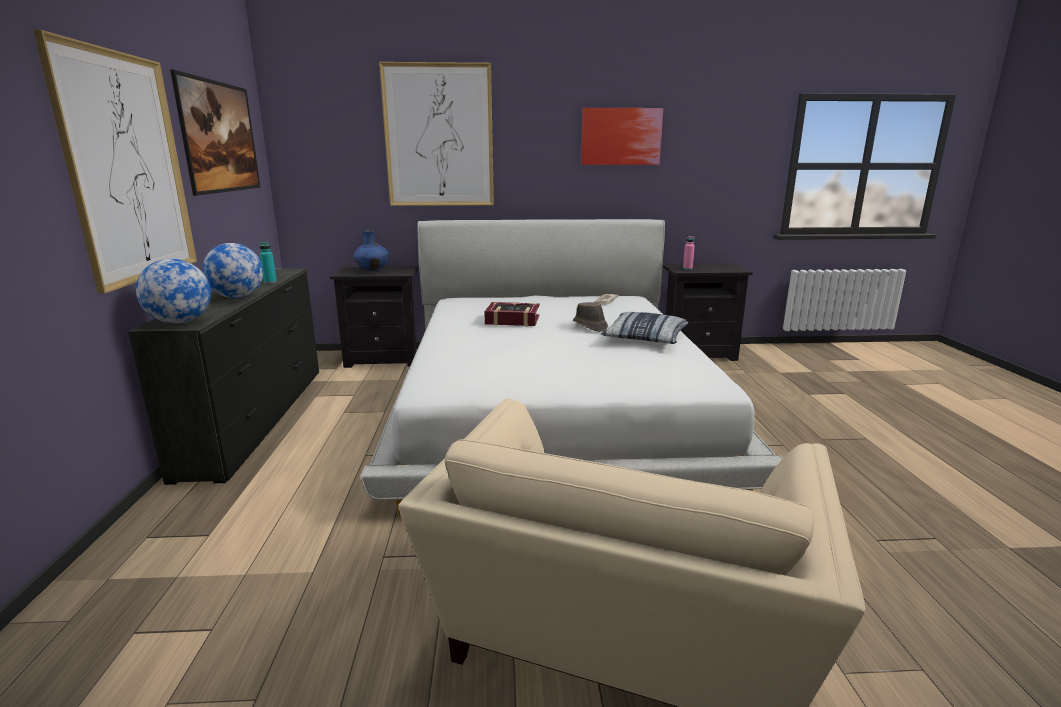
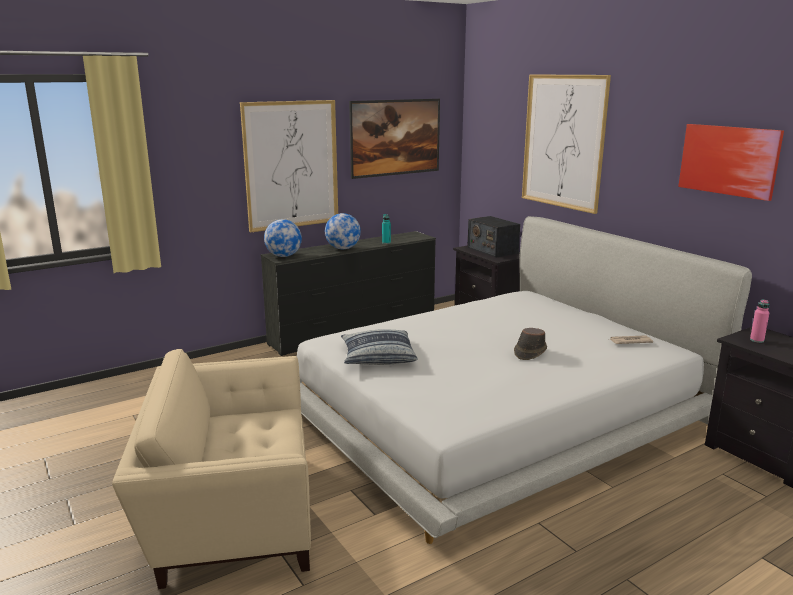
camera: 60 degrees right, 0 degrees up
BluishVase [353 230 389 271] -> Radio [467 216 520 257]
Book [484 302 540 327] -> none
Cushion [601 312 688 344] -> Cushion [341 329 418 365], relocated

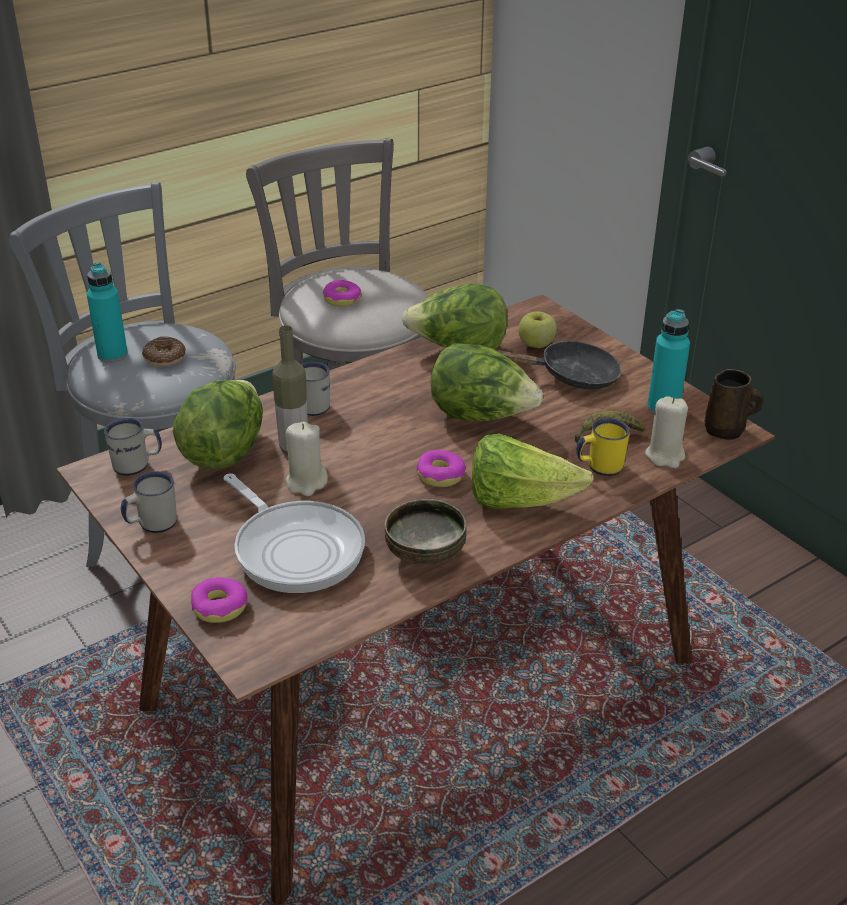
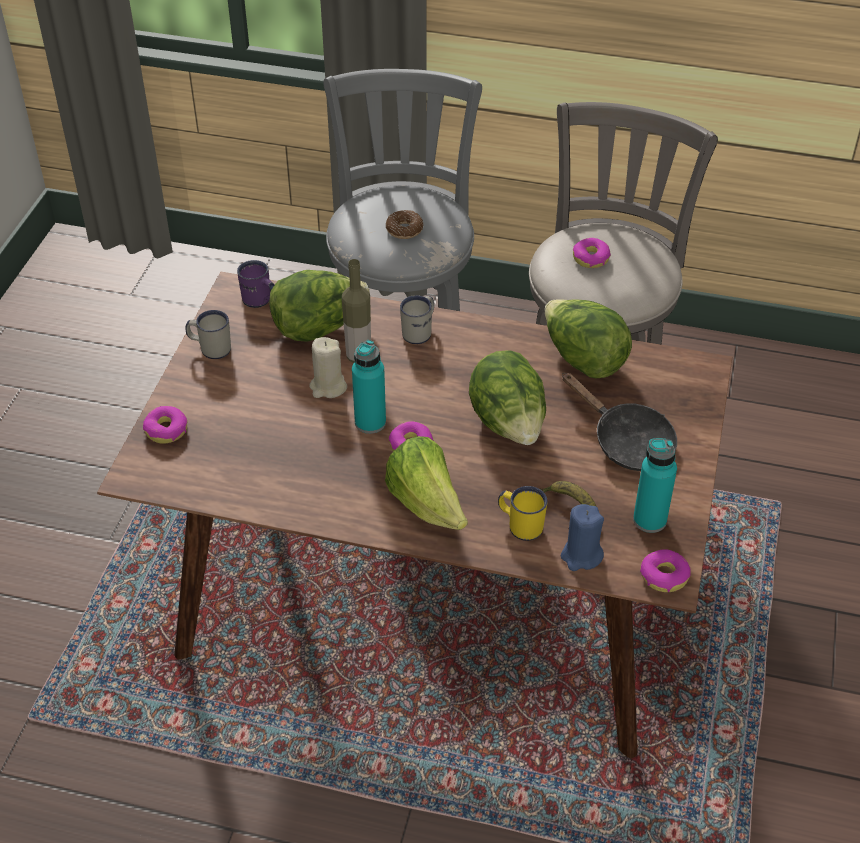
camera: 50 degrees right, 10 degrees up
TurquoiseColouredBeverageBottle [87 262 128 363] -> TurquoiseColouredBeverageBottle [352 340 386 434], relocated
WhiteMug [104 418 162 476] -> PurplishMug [237 260 275 308]
FryingPan [223 473 365 593] -> none
DeepDish [385 499 466 565] -> none
WholeApple [518 311 557 348] -> none
BeigeColouredWaxLight [645 396 688 468] -> BluishWaxLight [561 504 604 571]
BrownColouredMug [705 369 763 440] -> Doughnut [640 549 691 592]

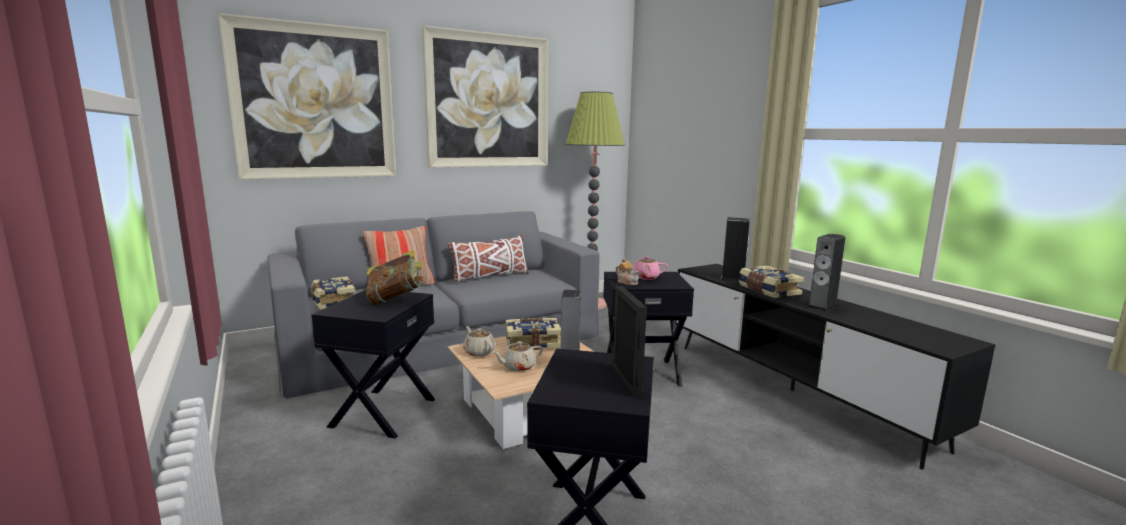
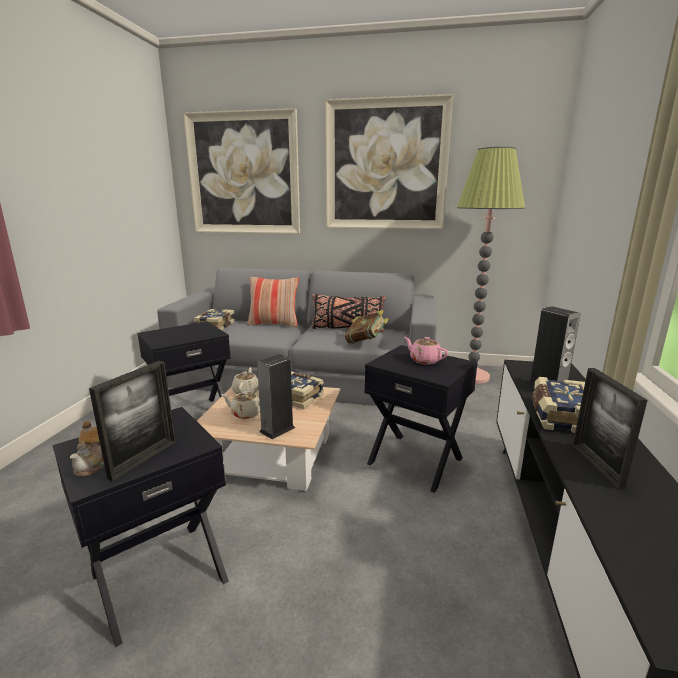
camera: 40 degrees right, 5 degrees up
Book [366 250 423 305] -> Book [345 310 389 344], relocated
WhiteCushion [447 235 529 282] -> BlackColouredCushion [311 294 386 332]
TeaPot [615 258 639 286] -> TeaPot [70 421 104 477], relocated
AudioSpeaker [807 234 845 312] -> PhotoFrame [573 368 648 489]

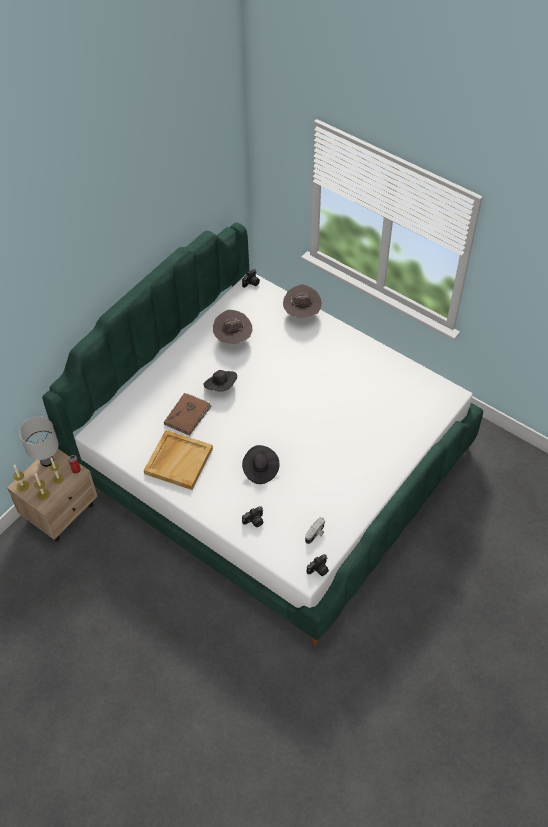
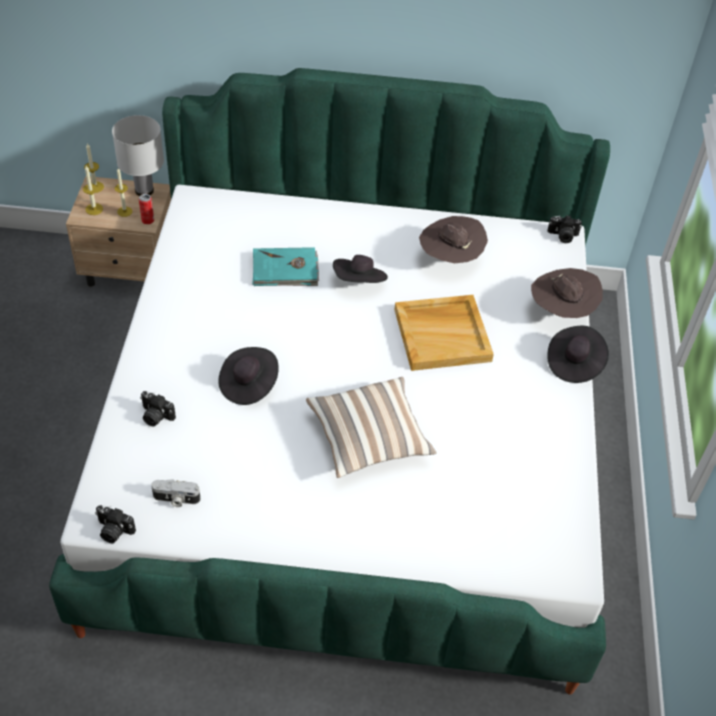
camera: 55 degrees right, 5 degrees down
BeigeColouredServingTray [144 430 213 490] -> BeigeColouredServingTray [395 295 494 371], relocated
BrownColouredBook [164 393 212 436] -> TurquoiseColouredBook [252 247 319 286]
none -> Cushion [306 377 437 478]
none -> BlackColouredHat [547 326 609 383]

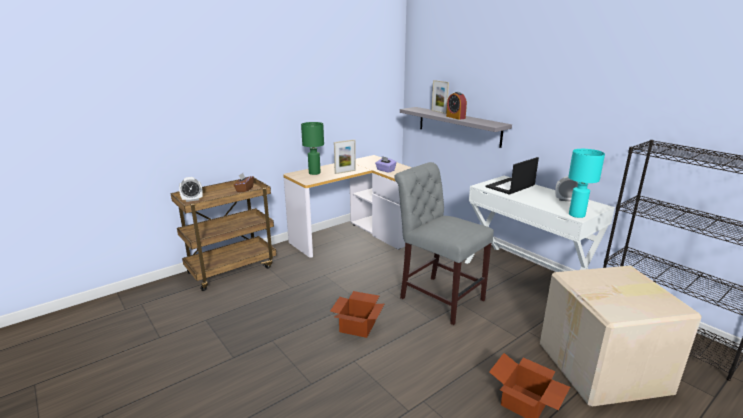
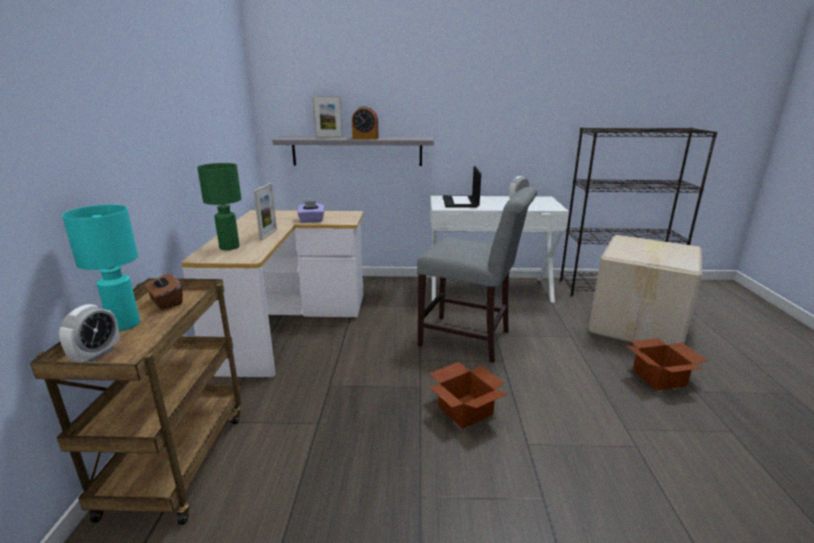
camera: 50 degrees left, 0 degrees up
GrayPlainChair [395 162 494 325] -> GrayPlainChair [417 187 537 363], 150 degrees counterclockwise
TurquoiseColouredLampForATable [568 149 605 218] -> TurquoiseColouredLampForATable [62 205 140 331], relocated

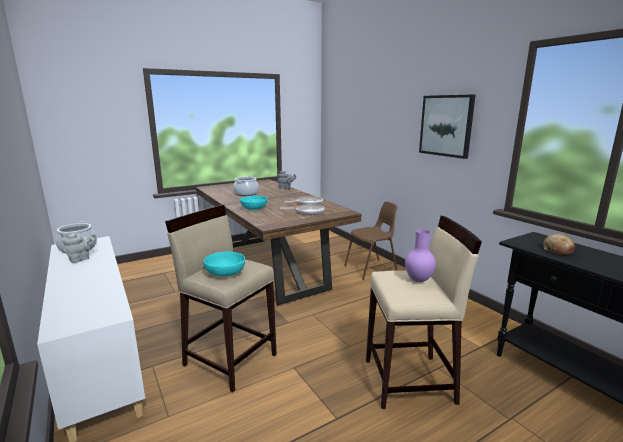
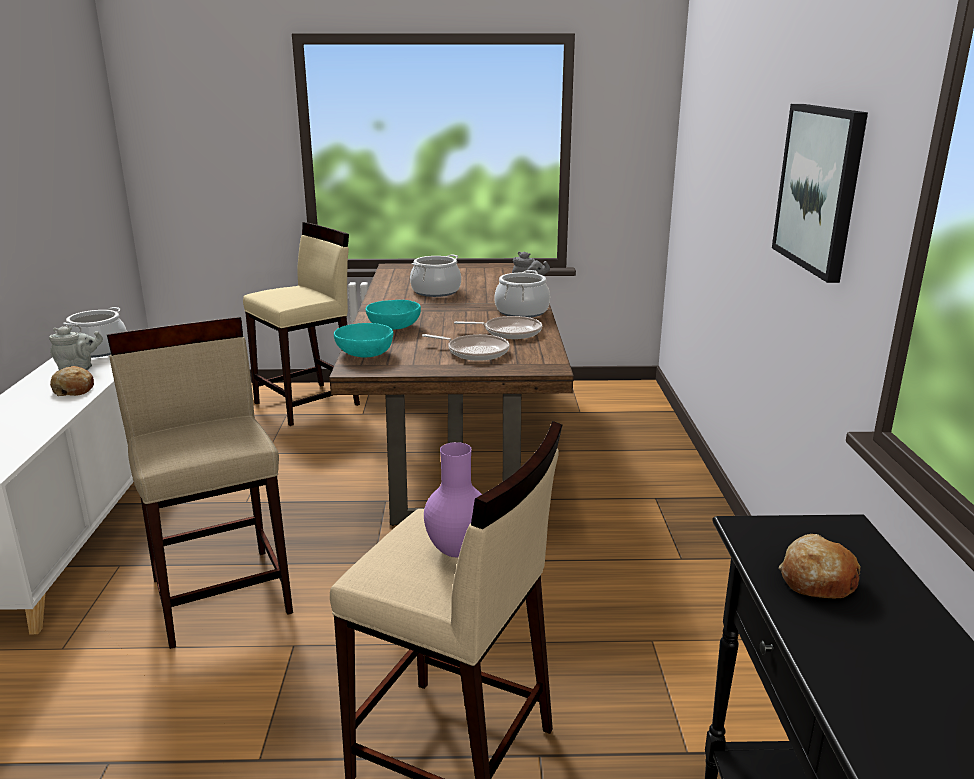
camera: 30 degrees right, 5 degrees up
TurquoiseColouredDeepDish [203 251 245 277] -> TurquoiseColouredDeepDish [334 323 393 358], relocated
BrownColouredPlainChair [344 201 398 280] -> none
none -> Bread [50 366 94 396]
none -> BeigeColouredStoolSeat [243 222 360 426]
none -> Stockpot [494 270 550 318]

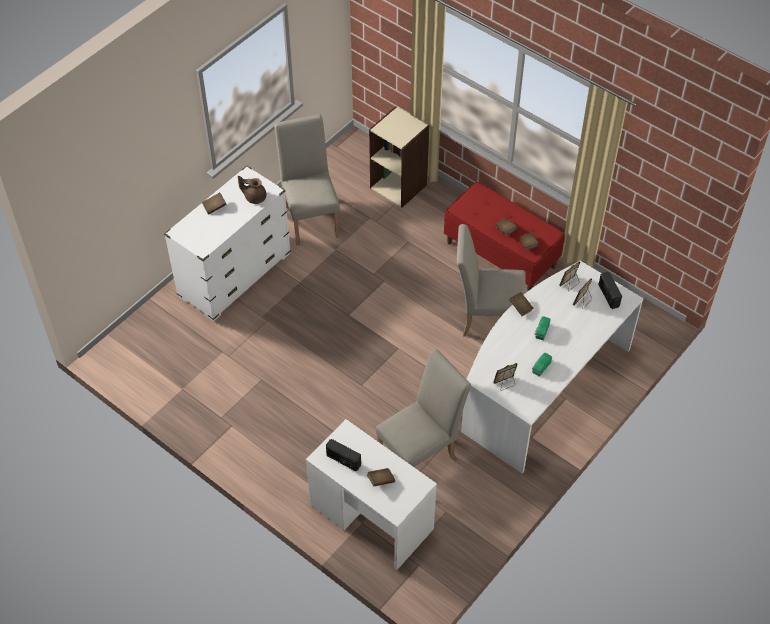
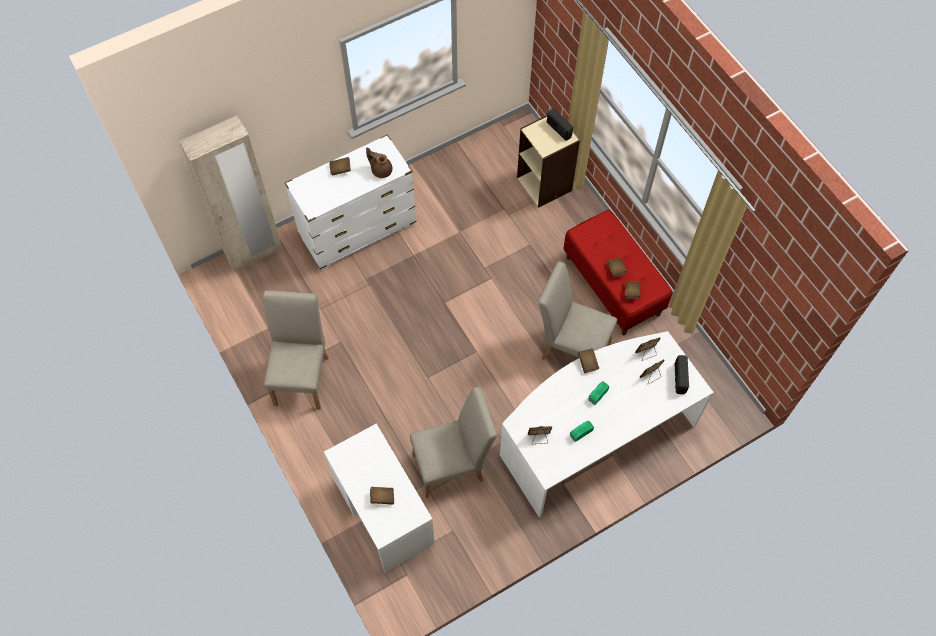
camera: 20 degrees right, 10 degrees up
BeigeColouredPlainChair [274 114 340 246] -> BeigeColouredPlainChair [263 290 328 409], relocated
Radio [326 439 361 471] -> Radio [547 109 573 141], relocated
none -> BeigeColouredWardrobe [179 115 283 272]

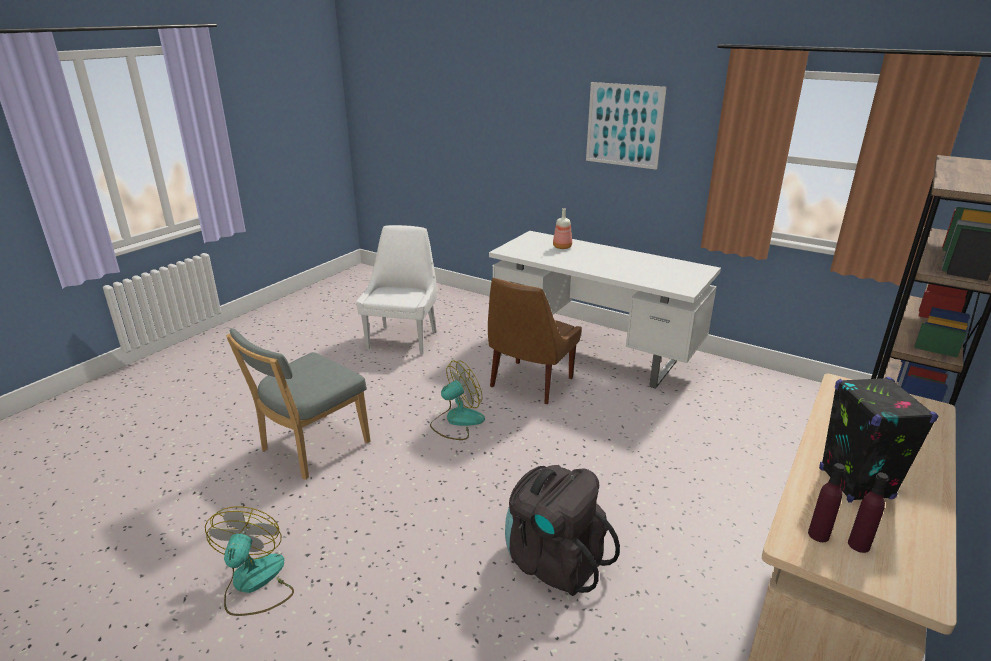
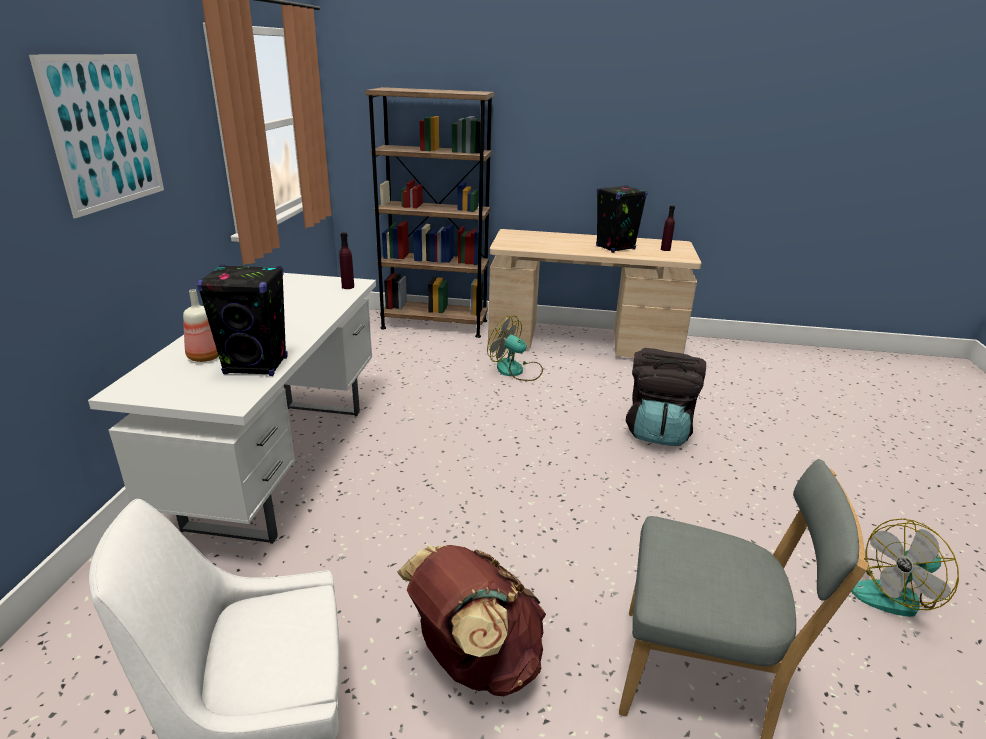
camera: 115 degrees left, 0 degrees up
ElectricFan [430 360 485 440] -> ElectricFan [487 316 543 381], relocated
BrownColouredPlainChair [488 278 582 404] -> none
PurplishBeverageBottle [808 463 845 542] -> PurplishBeverageBottle [339 232 354 289], relocated
none -> BlackColouredAudioSpeaker [197 265 288 376]
none -> BrownColouredKnapsack [397 545 546 696]

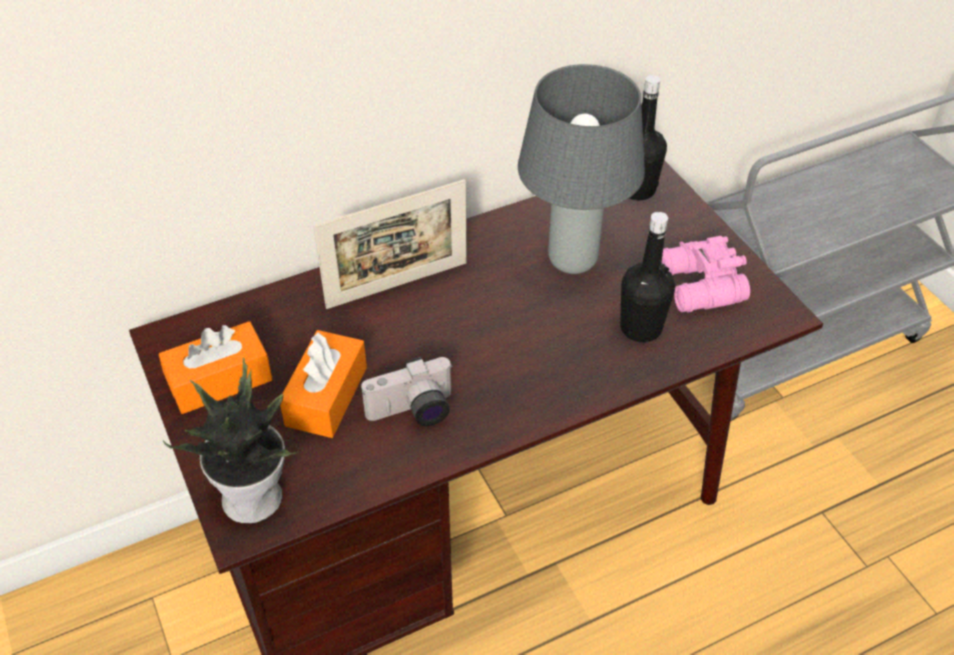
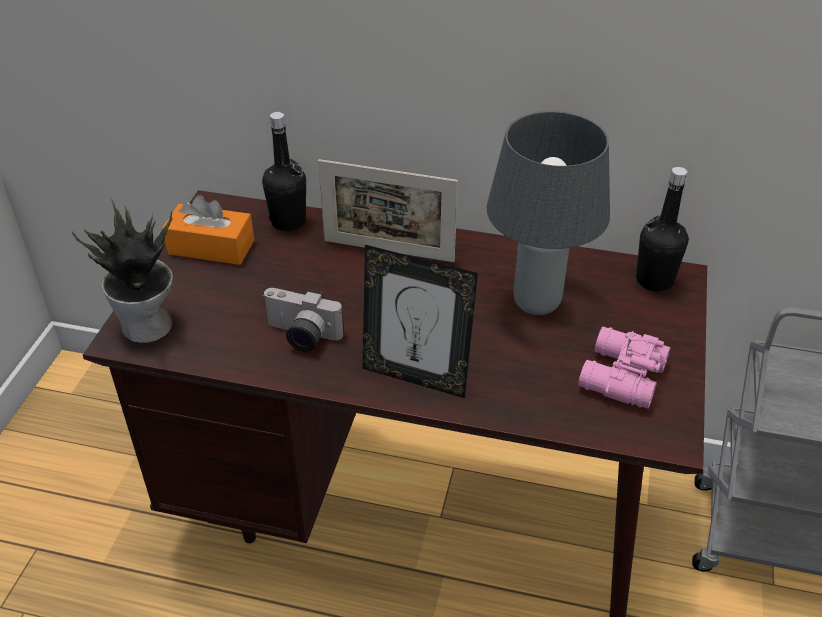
camera: 40 degrees right, 5 degrees down
OrangeBoxOfTissues [280 330 367 438] -> none
BlackColouredBeverageBottle [620 212 675 342] -> BlackColouredBeverageBottle [262 112 306 231], relocated
none -> PhotoFrame [362 245 478 398]

